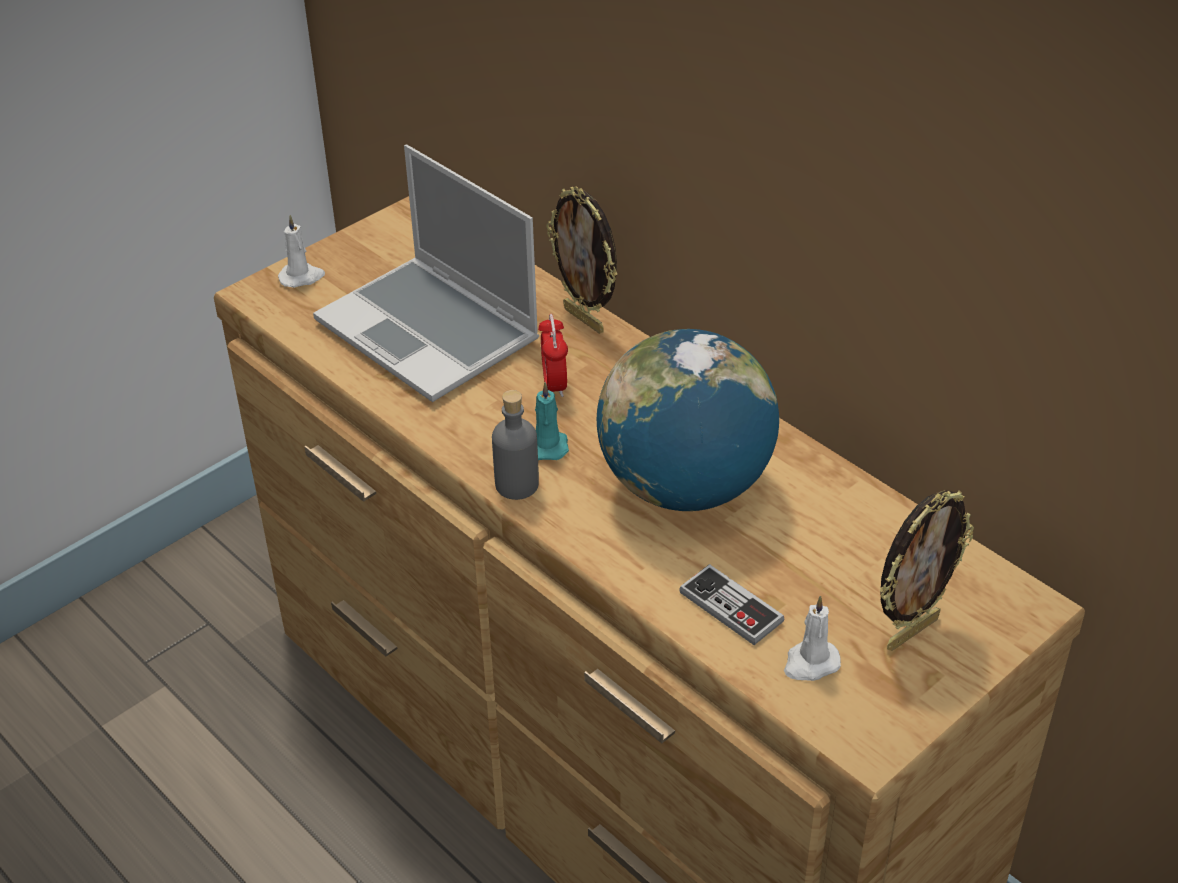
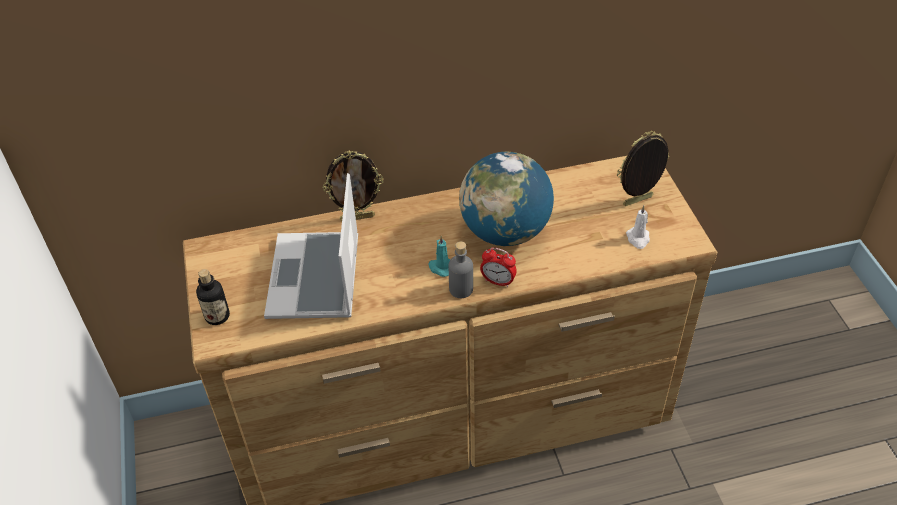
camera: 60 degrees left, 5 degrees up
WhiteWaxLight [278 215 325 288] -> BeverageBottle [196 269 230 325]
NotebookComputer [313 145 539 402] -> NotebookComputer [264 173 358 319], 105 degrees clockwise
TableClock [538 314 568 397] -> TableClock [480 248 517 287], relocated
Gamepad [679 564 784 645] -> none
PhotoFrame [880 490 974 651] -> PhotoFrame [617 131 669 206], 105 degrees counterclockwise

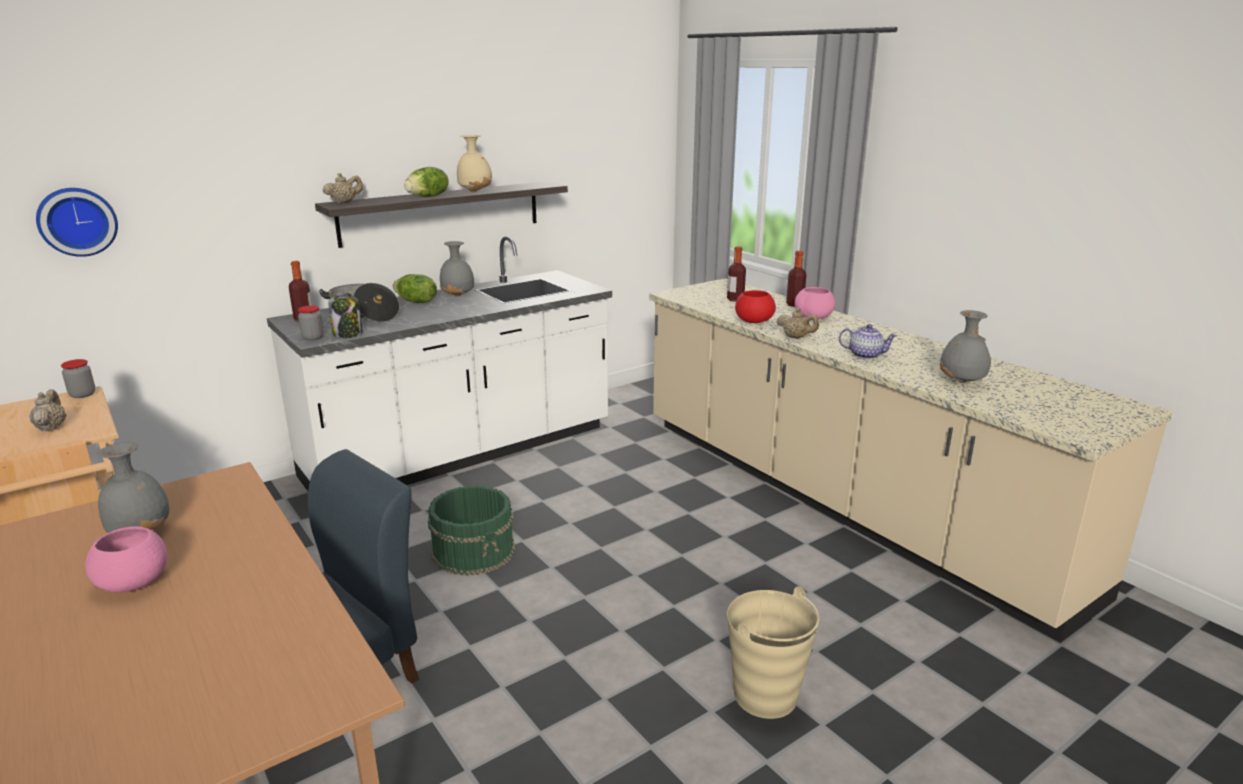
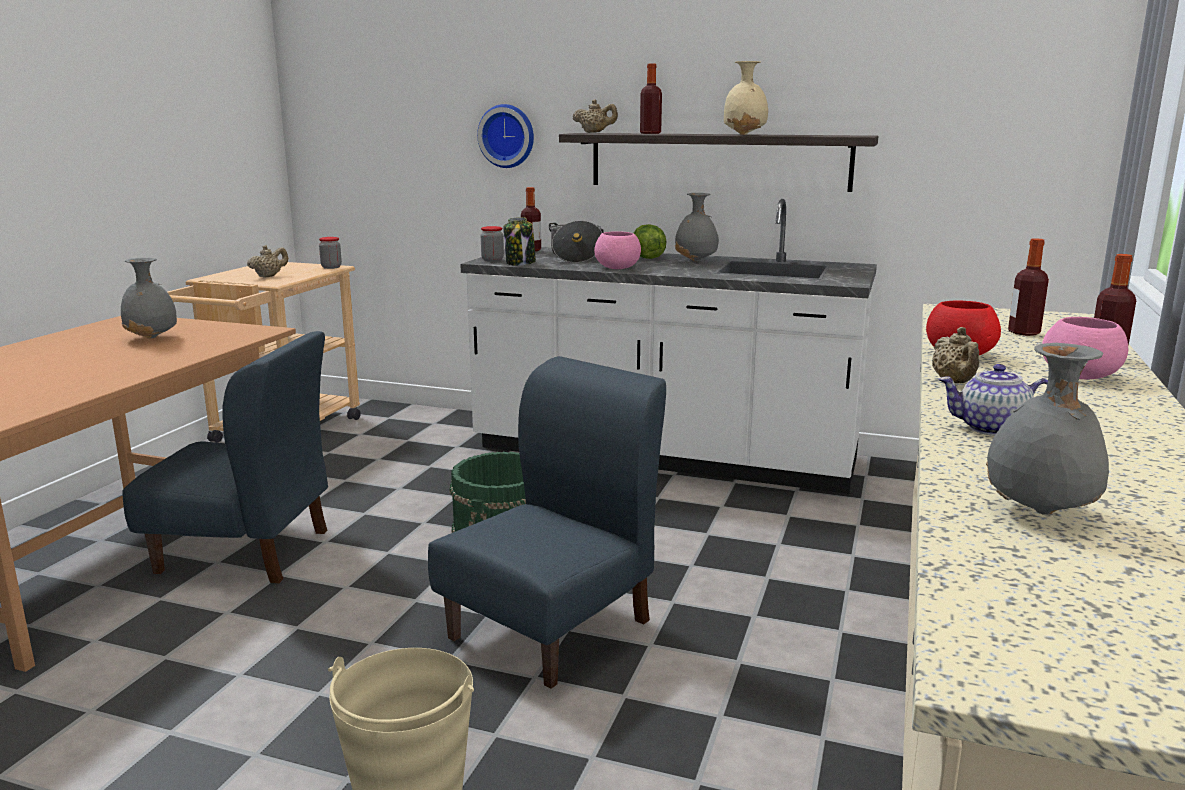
camera: 55 degrees right, 5 degrees down
HangingClock [36 188 118 257] -> HangingClock [477 104 534 168], relocated
PinkColouredDeepDish [85 527 167 592] -> PinkColouredDeepDish [594 231 641 269], relocated
Lettuce [404 167 449 197] -> none
TeaPot [839 324 898 359] -> TeaPot [938 364 1048 436], 120 degrees clockwise
none -> BluishPlainChair [428 356 666 689]
none -> BeverageBottle [640 64 662 134]

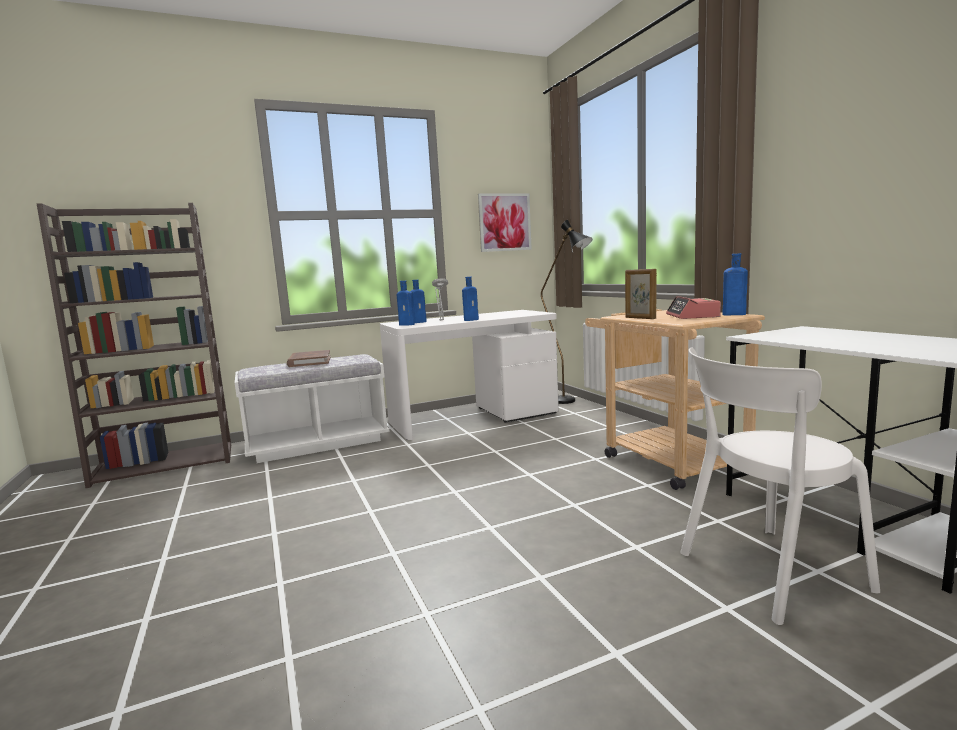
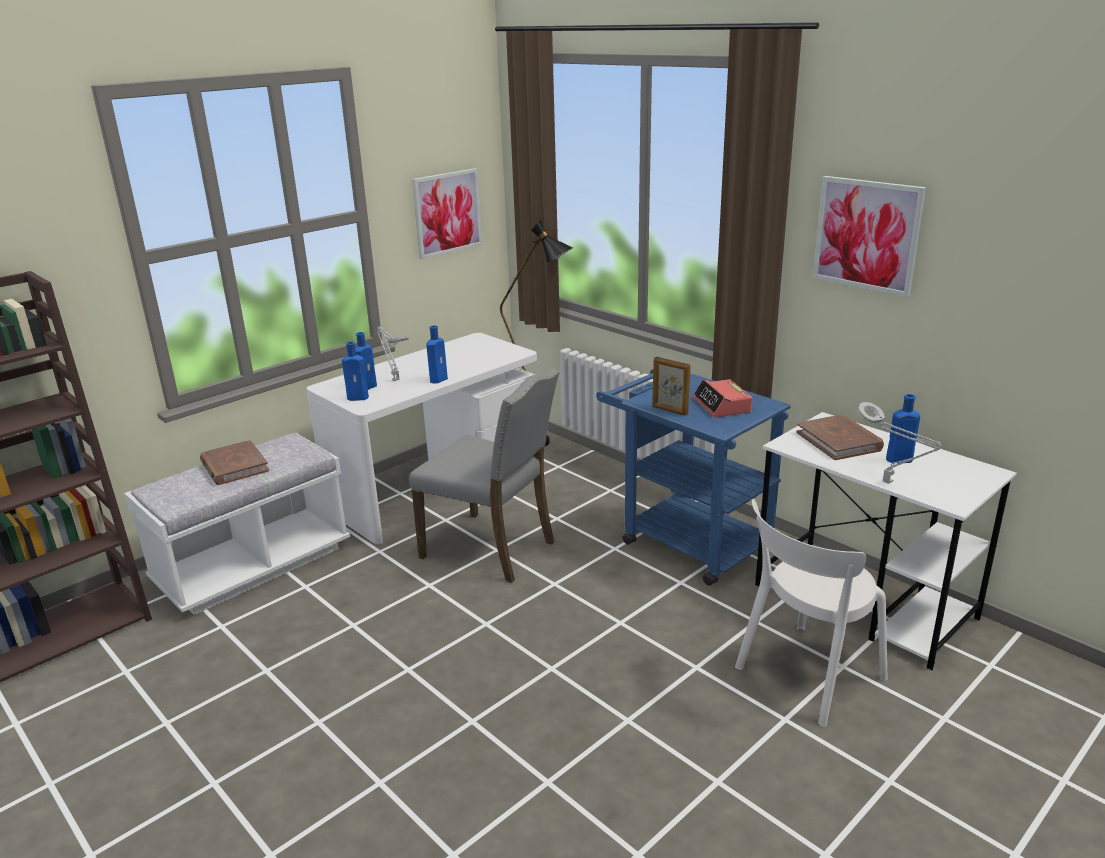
camera: 20 degrees left, 15 degrees up
BeigeColouredWheeledCart [585 309 765 490] -> BluishWheeledCart [596 369 790 586]
BluishBeverageBottle [722 253 748 315] -> BluishBeverageBottle [886 394 920 463], relocated
none -> GrayPlainChair [409 368 560 583]
none -> BrownColouredBook [796 415 884 460]
none -> WallPicture [813 176 926 297]
none -> GrayLampForATable [857 402 942 484]

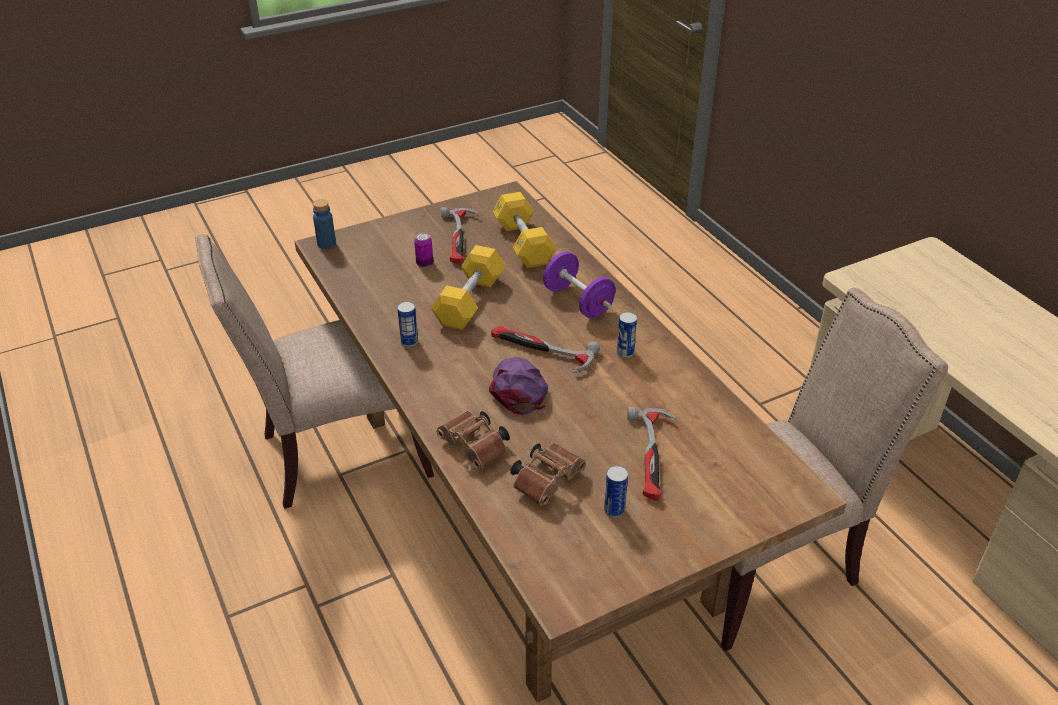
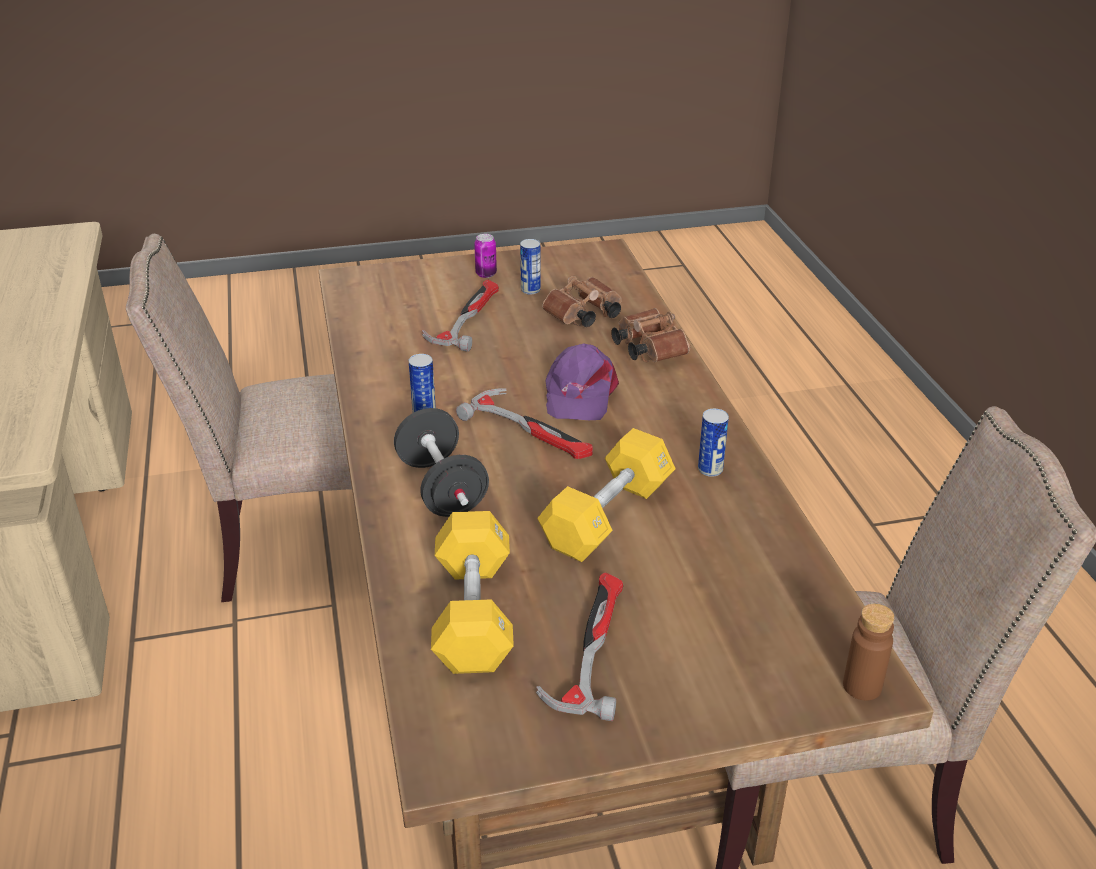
camera: 165 degrees left, 5 degrees down
BluishBeverageBottle [313 199 336 249] -> BrownColouredBeverageBottle [843 604 895 701]
Can [414 233 433 268] -> Can [474 234 497 278], relocated
PurplishFreeWeight [543 252 616 318] -> BlackColouredFreeWeight [394 408 489 517]

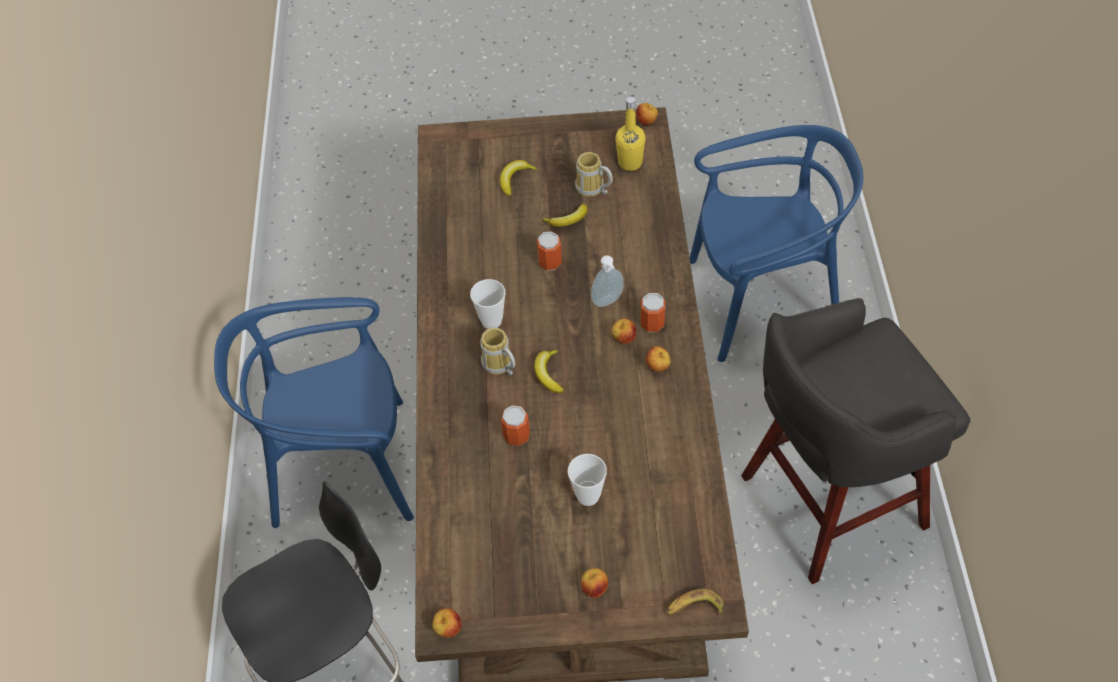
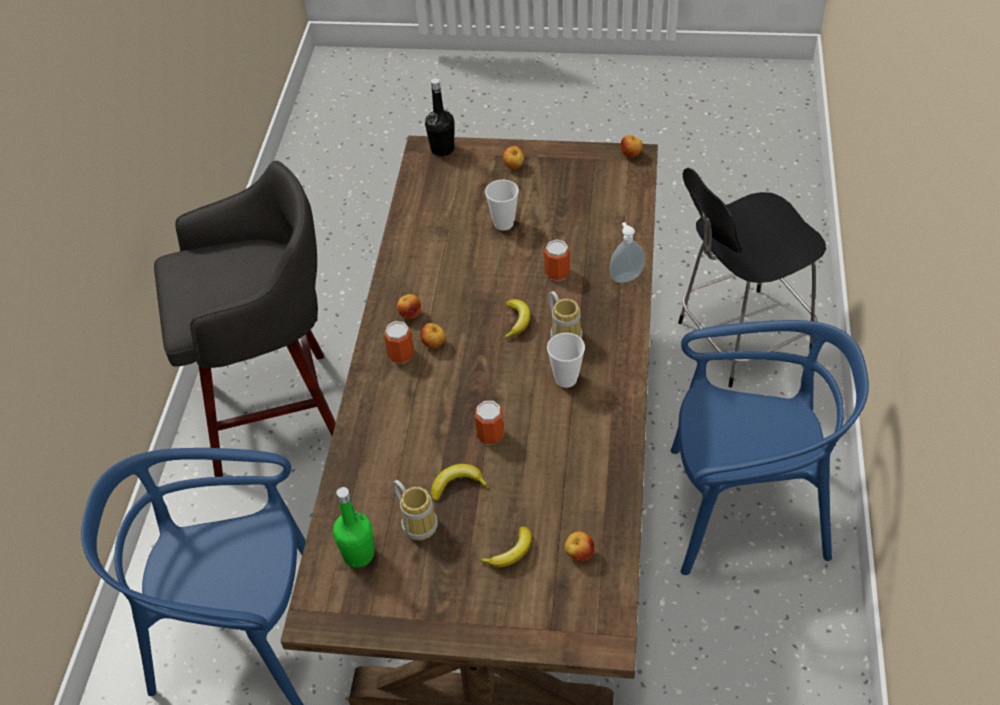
camera: 170 degrees left, 5 degrees down
SoapBottle [591 255 624 307] -> SoapBottle [610 222 645 283], relocated
YellowishBeverageBottle [615 97 646 171] -> GreenishBeverageBottle [333 487 374 568]
WholeApple [636 103 658 125] -> WholeApple [564 531 594 561], relocated
WholeBanana [667 588 724 617] -> BlackColouredBeverageBottle [425 78 454 156]

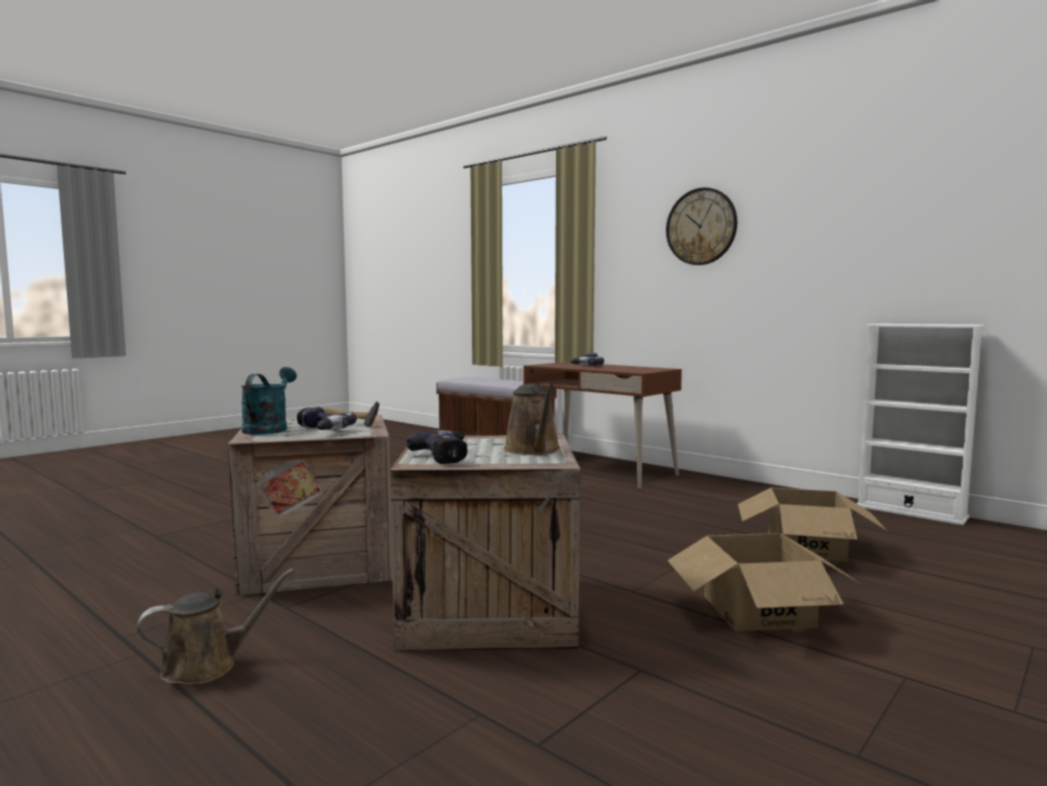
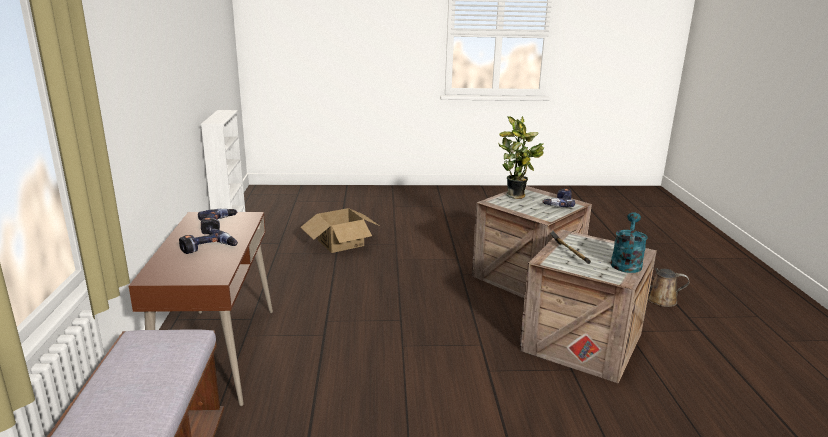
camera: 135 degrees left, 15 degrees up
TurquoiseColouredWateringCan [241 367 297 435] -> TurquoiseColouredWateringCan [611 212 647 273], 150 degrees clockwise
ElectricDrill [297 407 357 430] -> ElectricDrill [198 209 238 234], relocated
BrownColouredWateringCan [504 384 561 455] -> Houseplant [498 116 545 199]
HangingClock [666 187 737 265] -> none
Carton [668 533 861 632] -> none

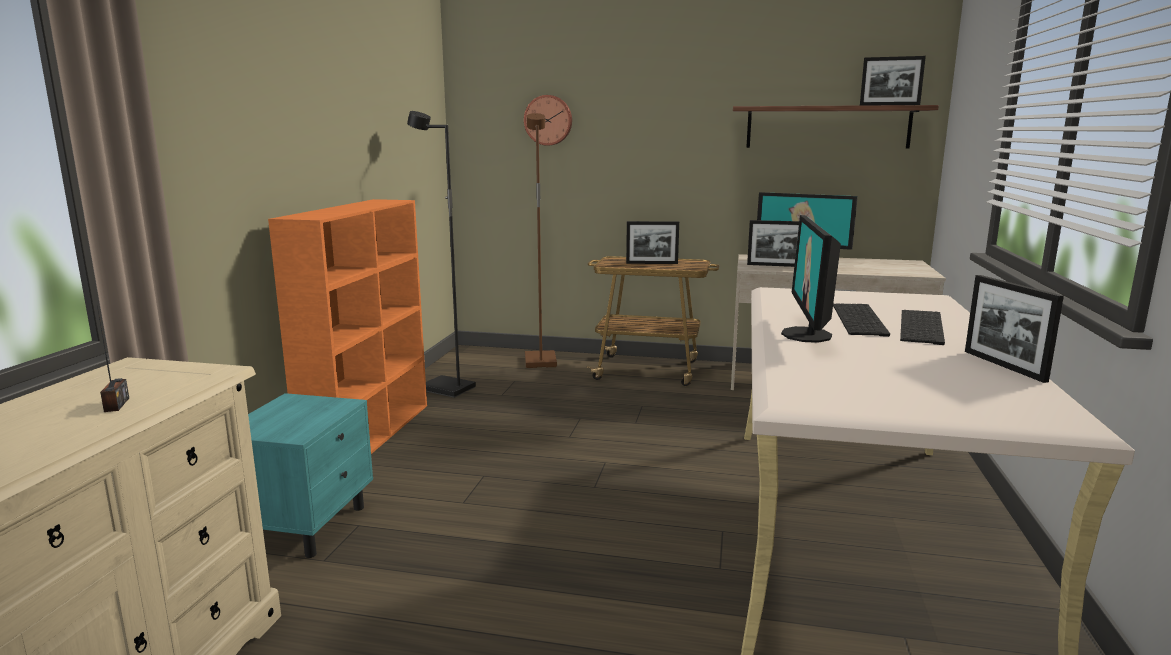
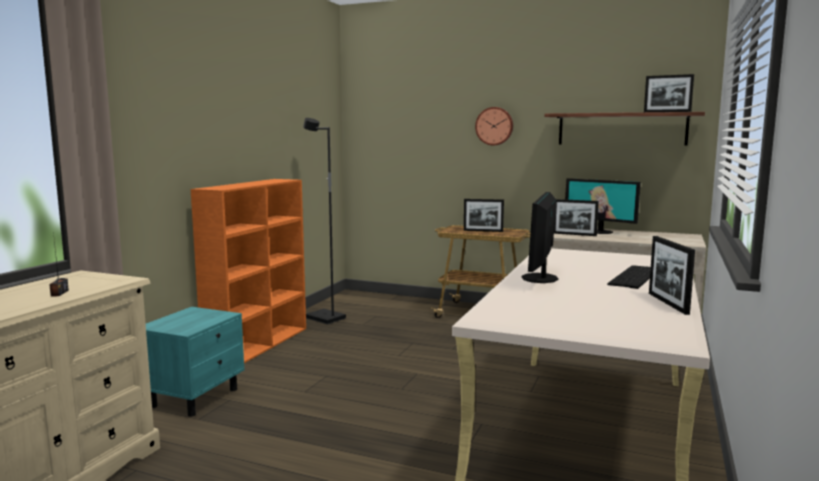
camera: 10 degrees right, 5 degrees down
HangingClock [524 95 572 146] -> HangingClock [475 107 513 146], relocated
BrownColouredStandingLamp [525 113 557 368] -> none
Keyboard [833 304 890 337] -> none

